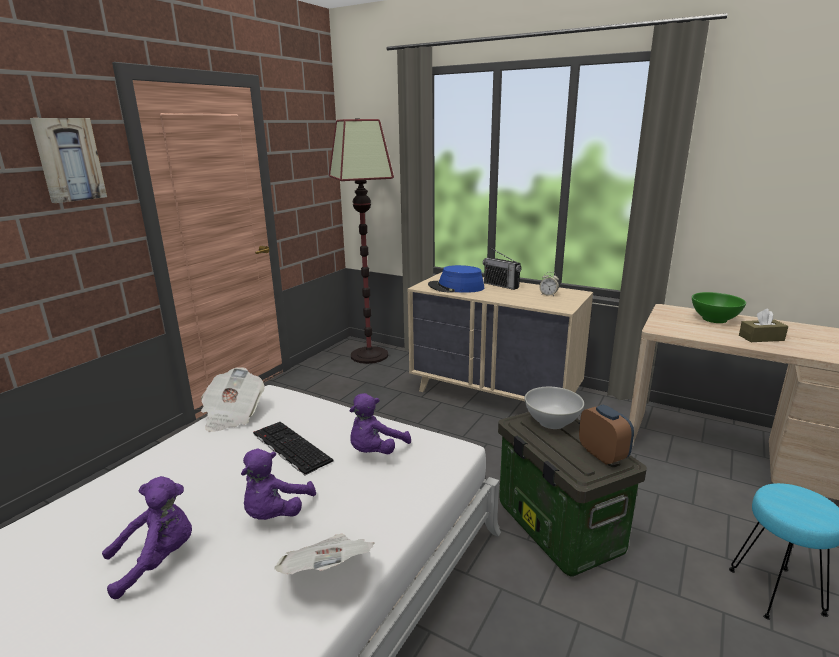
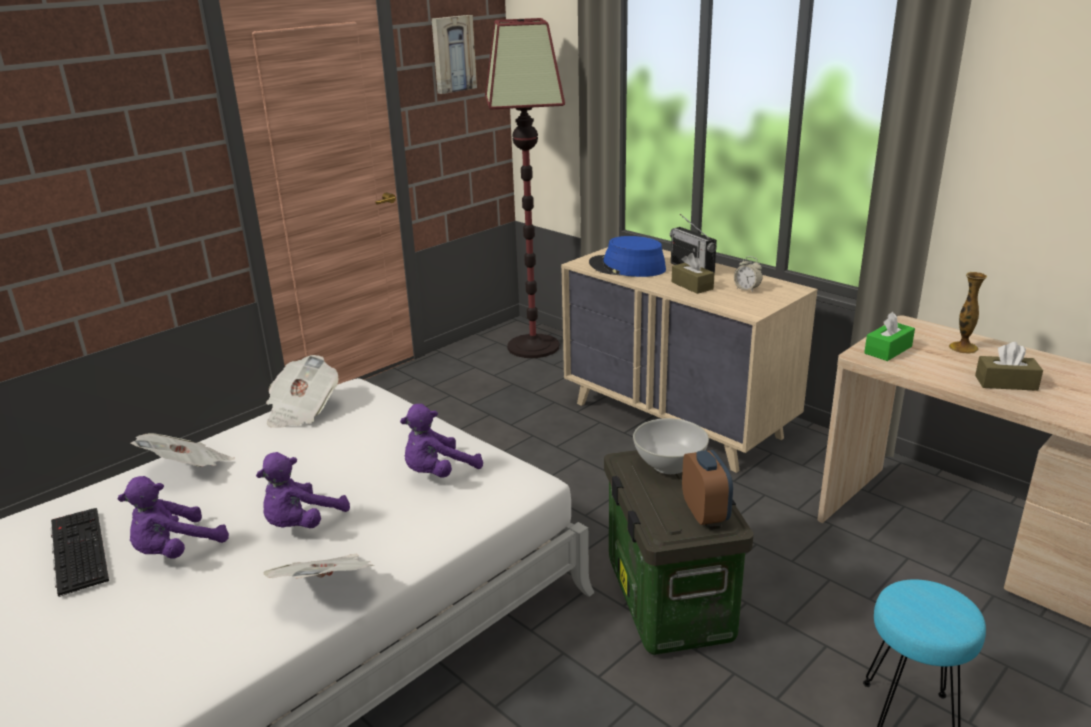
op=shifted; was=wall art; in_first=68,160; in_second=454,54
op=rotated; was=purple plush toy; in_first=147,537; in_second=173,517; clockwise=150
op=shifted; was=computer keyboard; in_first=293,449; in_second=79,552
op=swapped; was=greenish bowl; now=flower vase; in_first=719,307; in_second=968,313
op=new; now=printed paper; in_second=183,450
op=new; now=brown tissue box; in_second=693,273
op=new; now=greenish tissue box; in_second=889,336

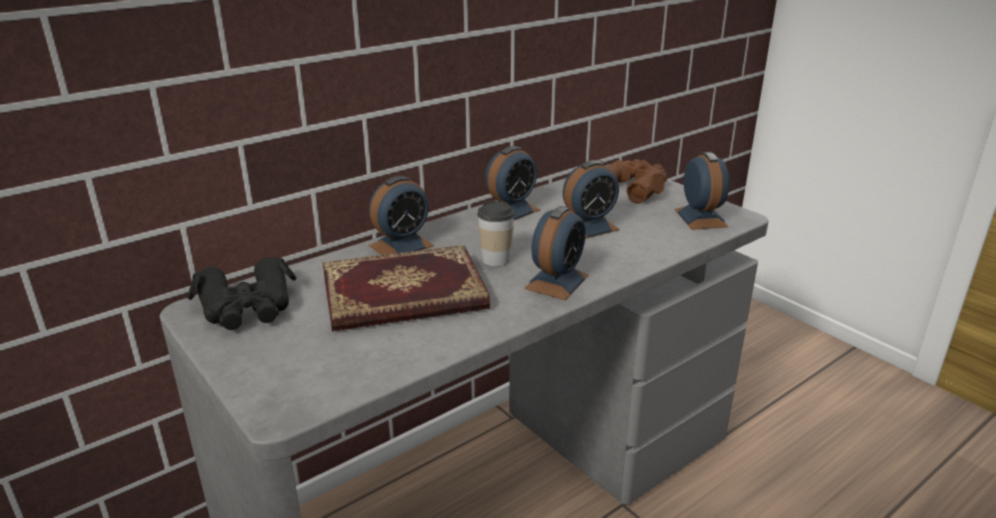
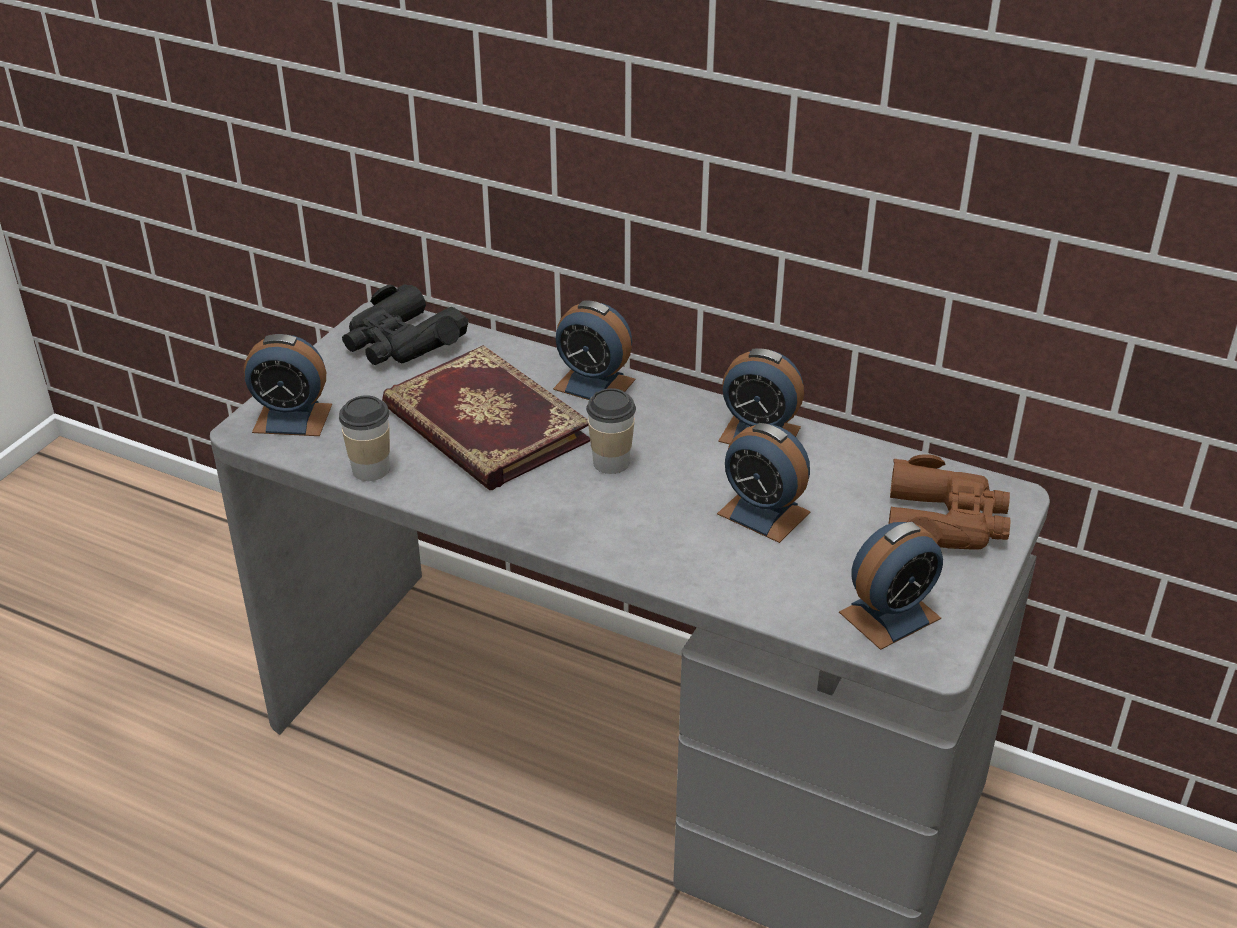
op=shifted; was=bedside clock; in_first=556,253; in_second=288,385
op=new; now=drinking cup; in_second=364,438

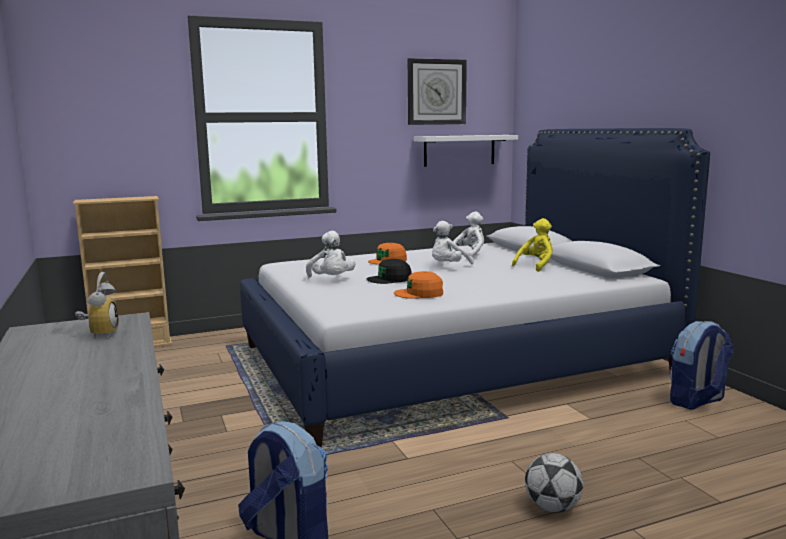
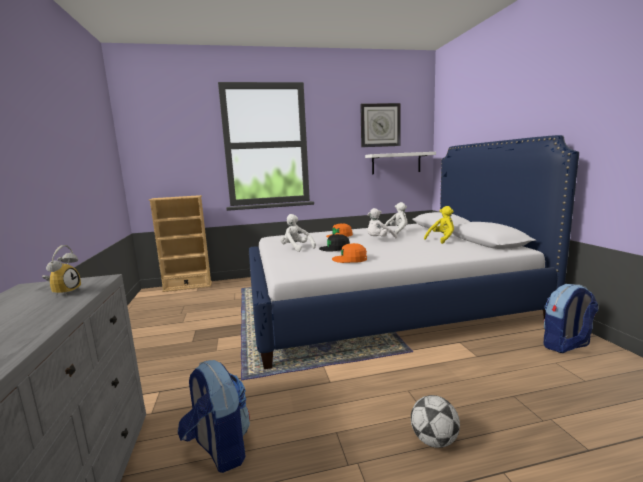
op=rotated; was=whitish plush toy; in_first=331,254; in_second=298,233; clockwise=150

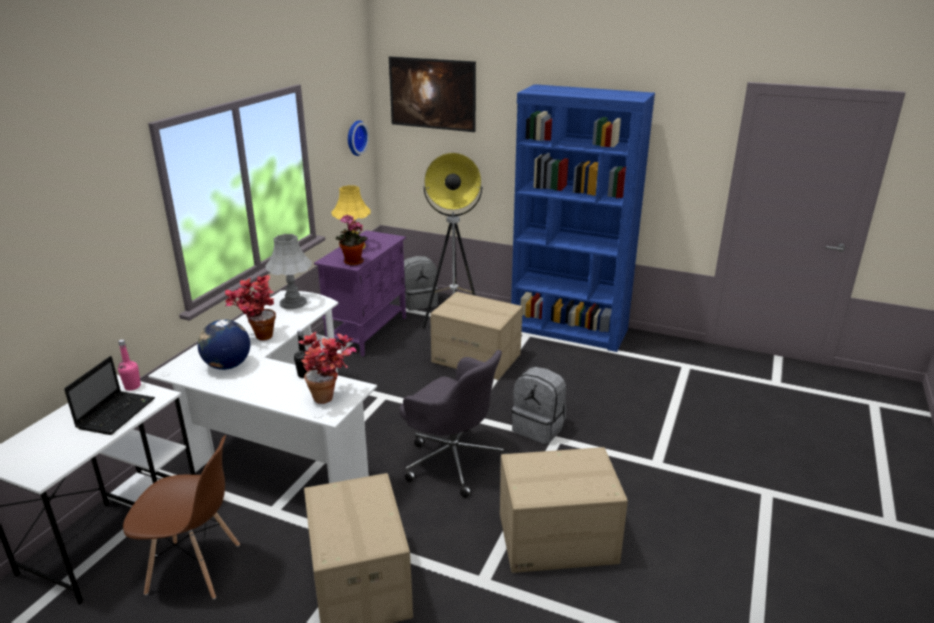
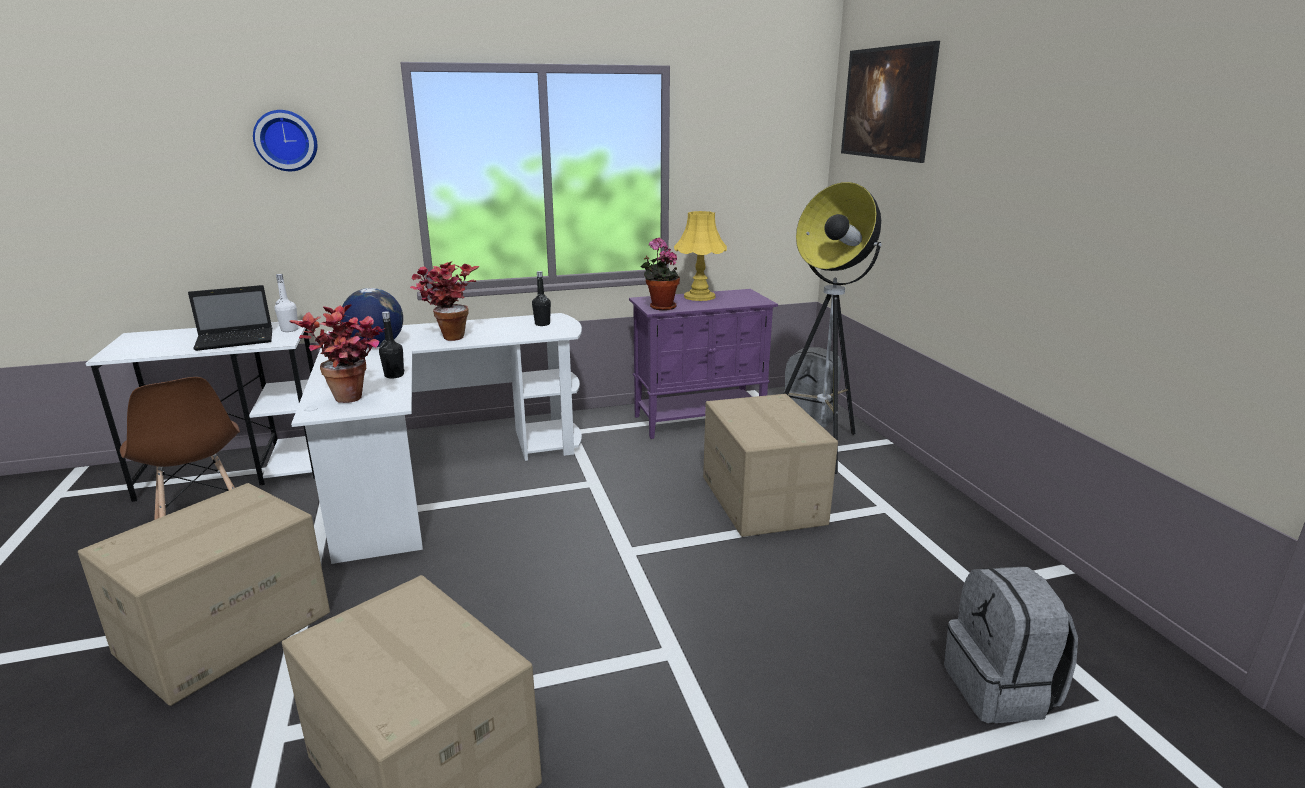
op=repainted; was=pink-coloured bottle; now=whitish bottle; in_first=129,364; in_second=286,303
op=swapped; was=gray lamp for a table; now=black-coloured bottle; in_first=288,271; in_second=541,298
op=shifted; was=hanging clock; in_first=358,138; in_second=285,140
op=gone; was=gray office chair; in_first=454,424
op=gone; was=bluish bookcase; in_first=583,218
op=shifted; was=gray knapsack; in_first=539,405; in_second=1011,645

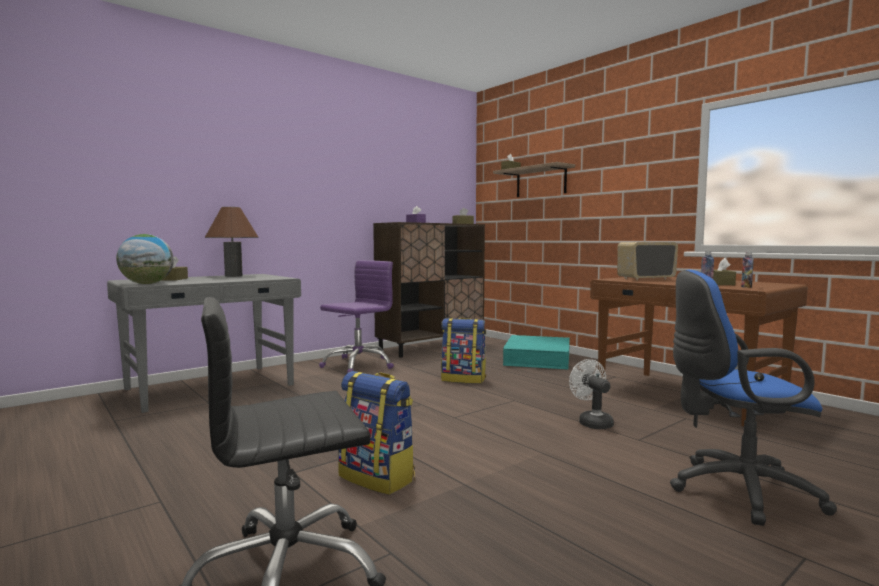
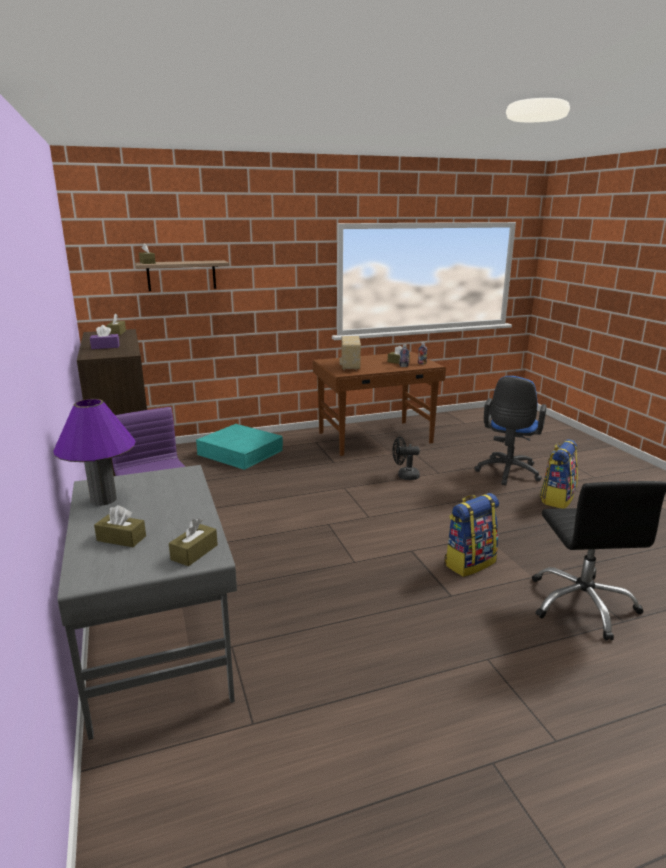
op=swapped; was=desk globe; now=brown tissue box; in_first=145,259; in_second=193,542
op=repainted; was=brown lamp for a table; now=purple lamp for a table; in_first=231,242; in_second=94,452
op=shifted; was=knapsack; in_first=463,351; in_second=559,474
op=repainted; was=whitish electric fan; now=black-coloured electric fan; in_first=591,394; in_second=406,458

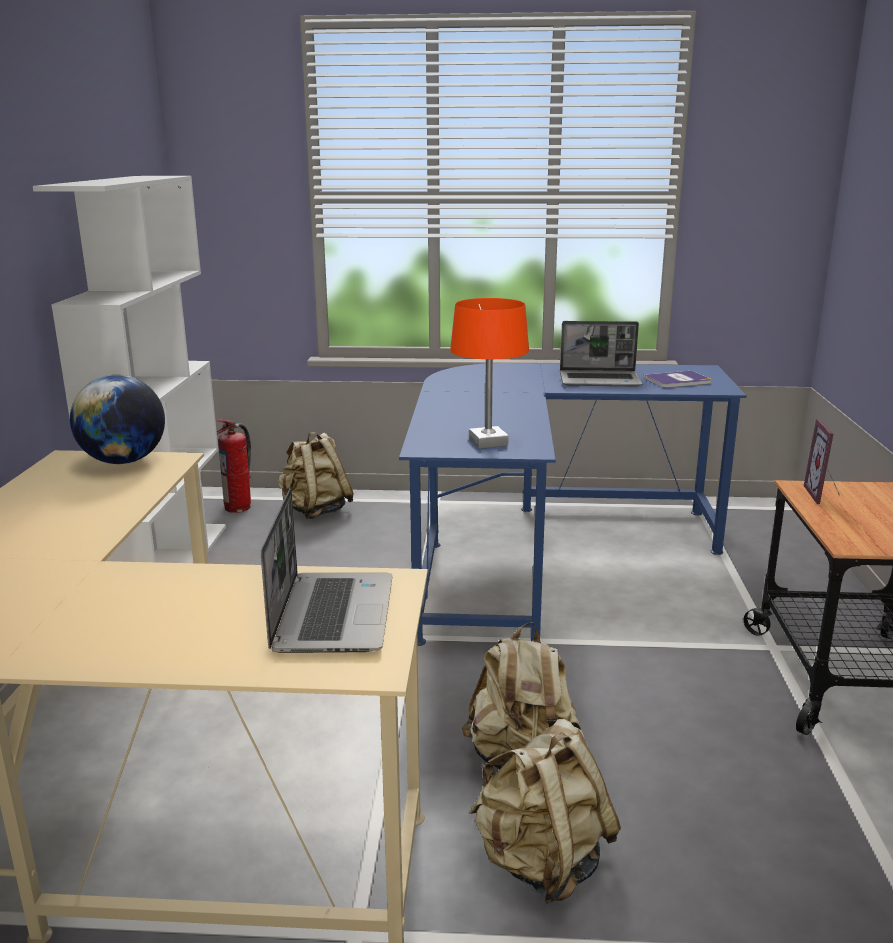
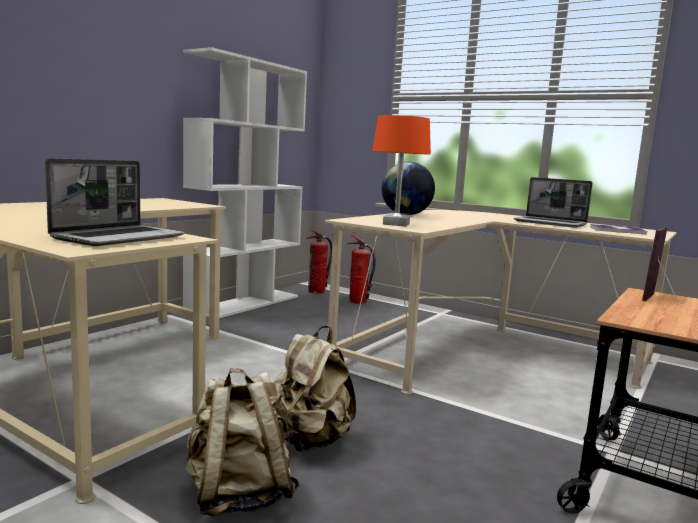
op=shifted; was=desk globe; in_first=117,419; in_second=408,188
op=swapped; was=beige-coloured knapsack; now=extinguisher; in_first=316,475; in_second=362,269
op=repainted; was=bluish desk table; now=beige-coloured desk table; in_first=573,504; in_second=501,302

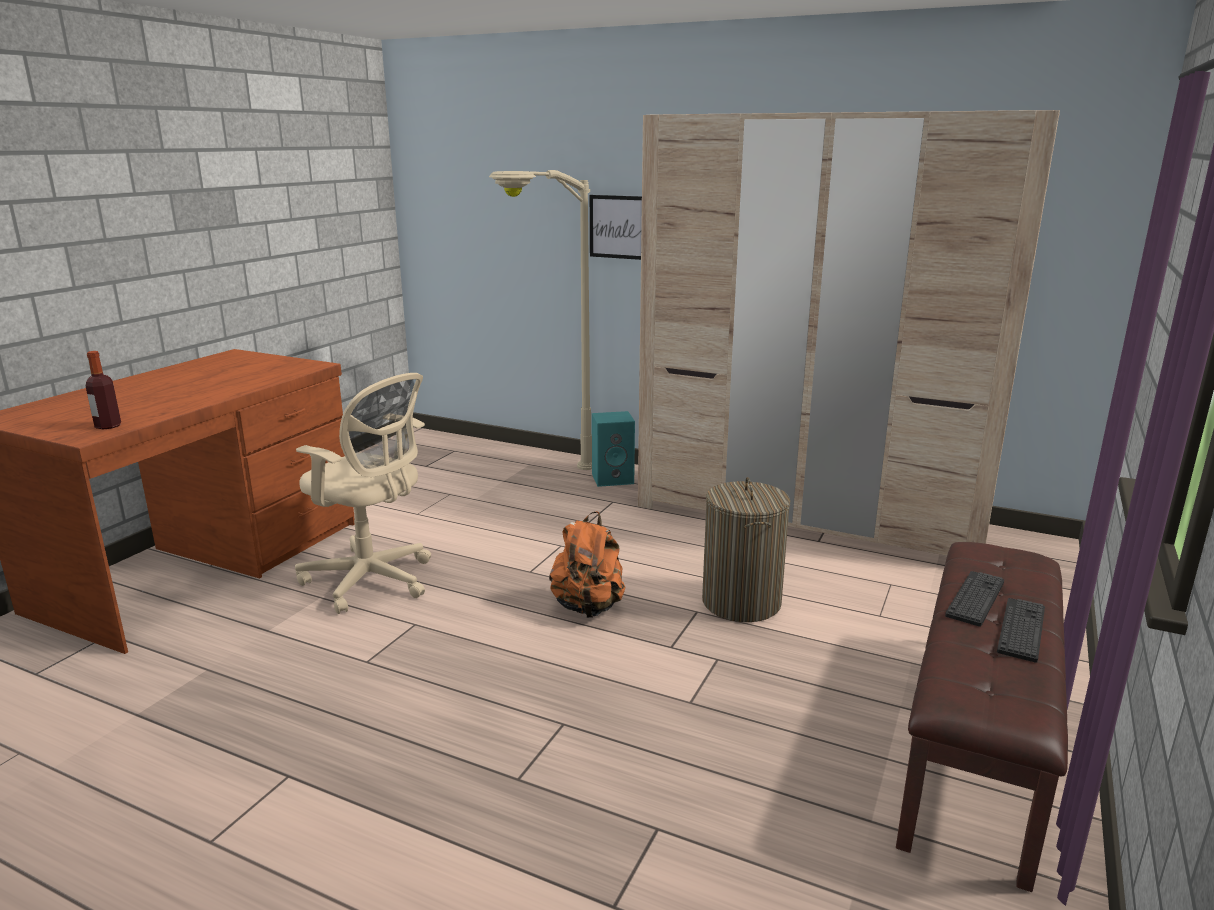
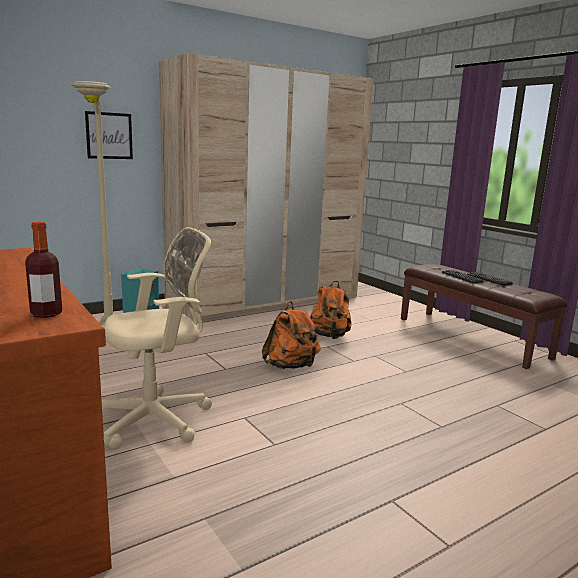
op=swapped; was=hamper; now=orange-coloured knapsack; in_first=746,549; in_second=331,310

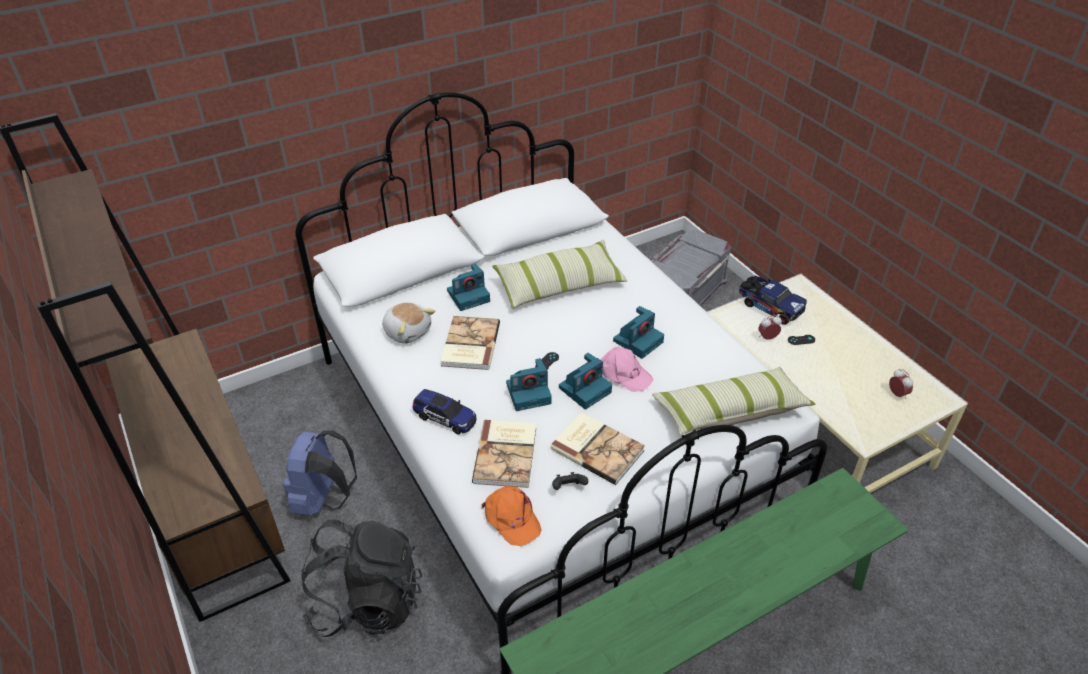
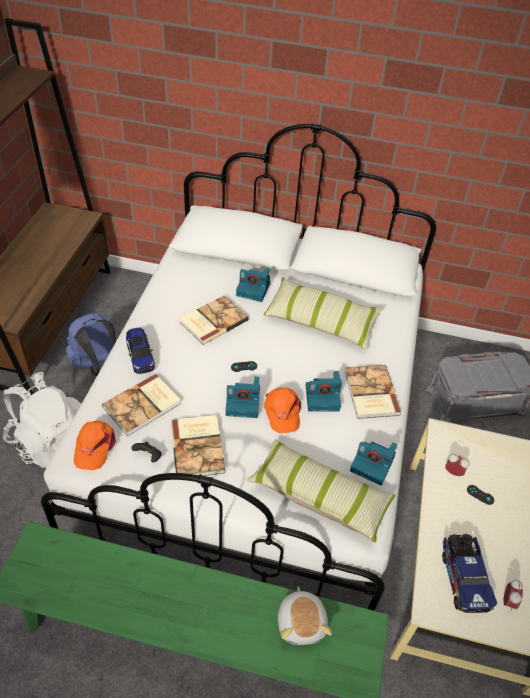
op=repainted; was=black-coloured knapsack; now=whitish knapsack; in_first=361,578; in_second=42,420
op=shifted; was=plush toy; in_first=408,323; in_second=305,615
op=shifted; was=still camera; in_first=529,384; in_second=373,463
op=repainted; was=pink-coloured cap; now=orange-coloured cap; in_first=627,369; in_second=282,410
op=shifted; was=toy truck; in_first=773,300; in_second=469,573
op=new; now=bound book; in_second=373,392

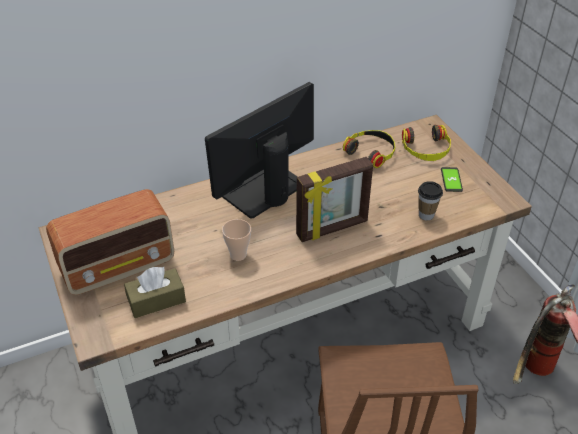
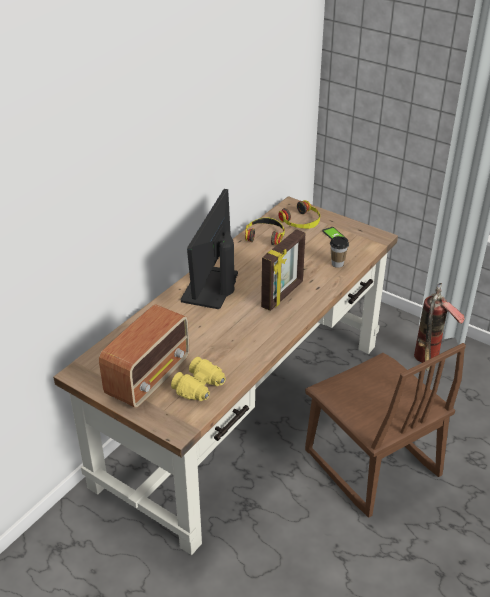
op=swapped; was=brown tissue box; now=yellow-coloured binoculars; in_first=155,292; in_second=198,379
op=gone; was=drinking cup; in_first=236,240

